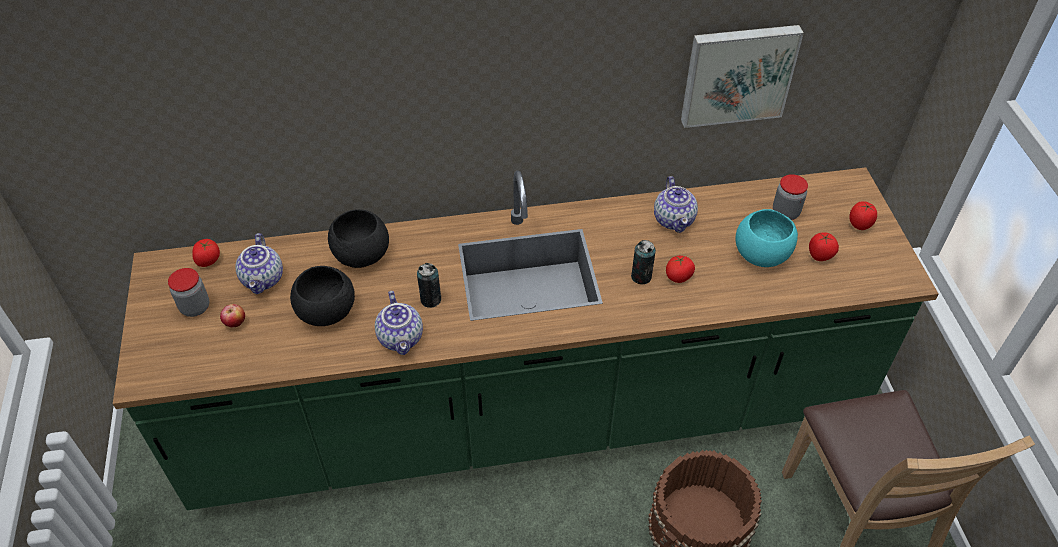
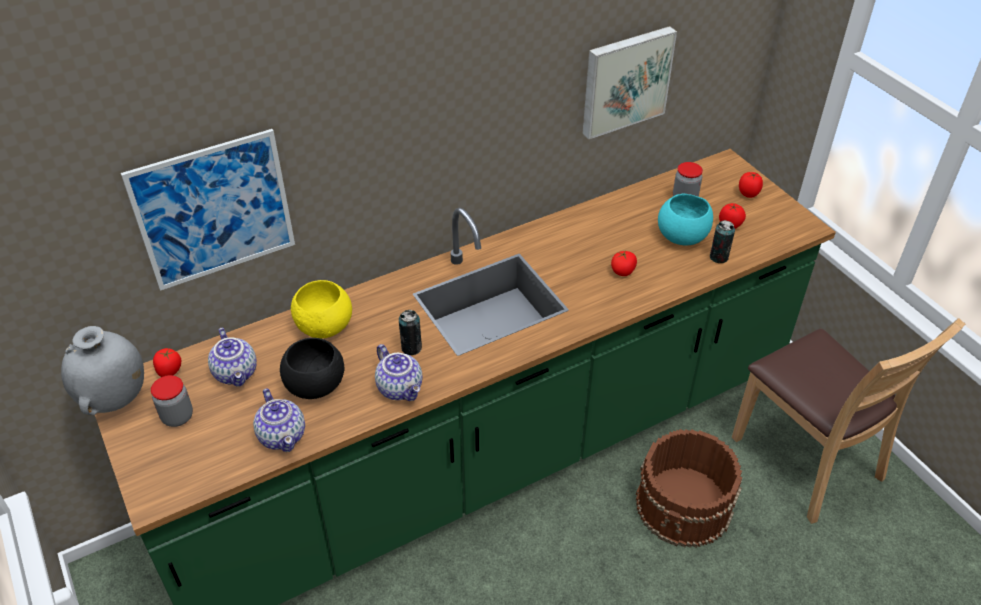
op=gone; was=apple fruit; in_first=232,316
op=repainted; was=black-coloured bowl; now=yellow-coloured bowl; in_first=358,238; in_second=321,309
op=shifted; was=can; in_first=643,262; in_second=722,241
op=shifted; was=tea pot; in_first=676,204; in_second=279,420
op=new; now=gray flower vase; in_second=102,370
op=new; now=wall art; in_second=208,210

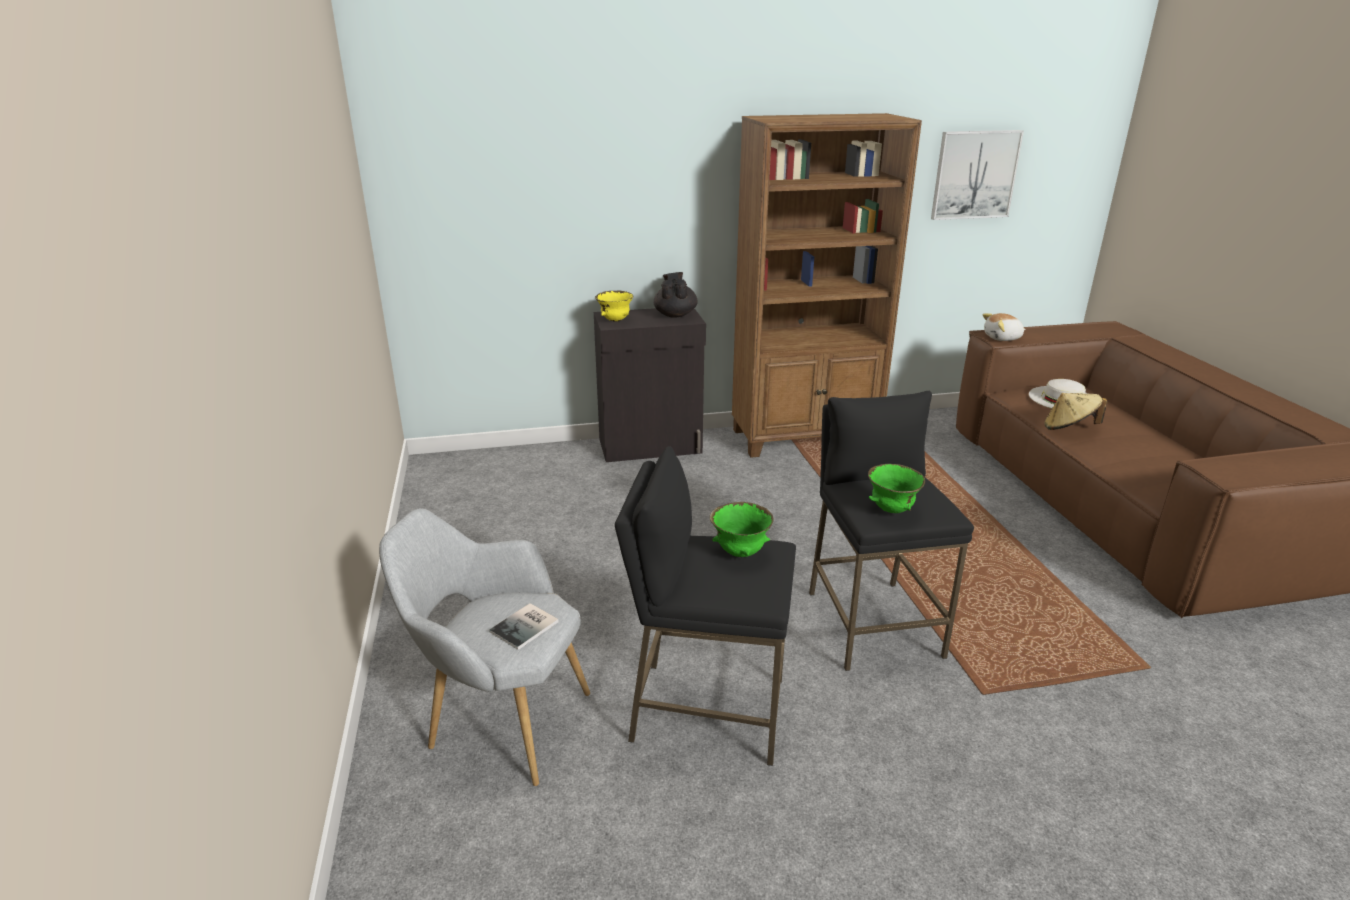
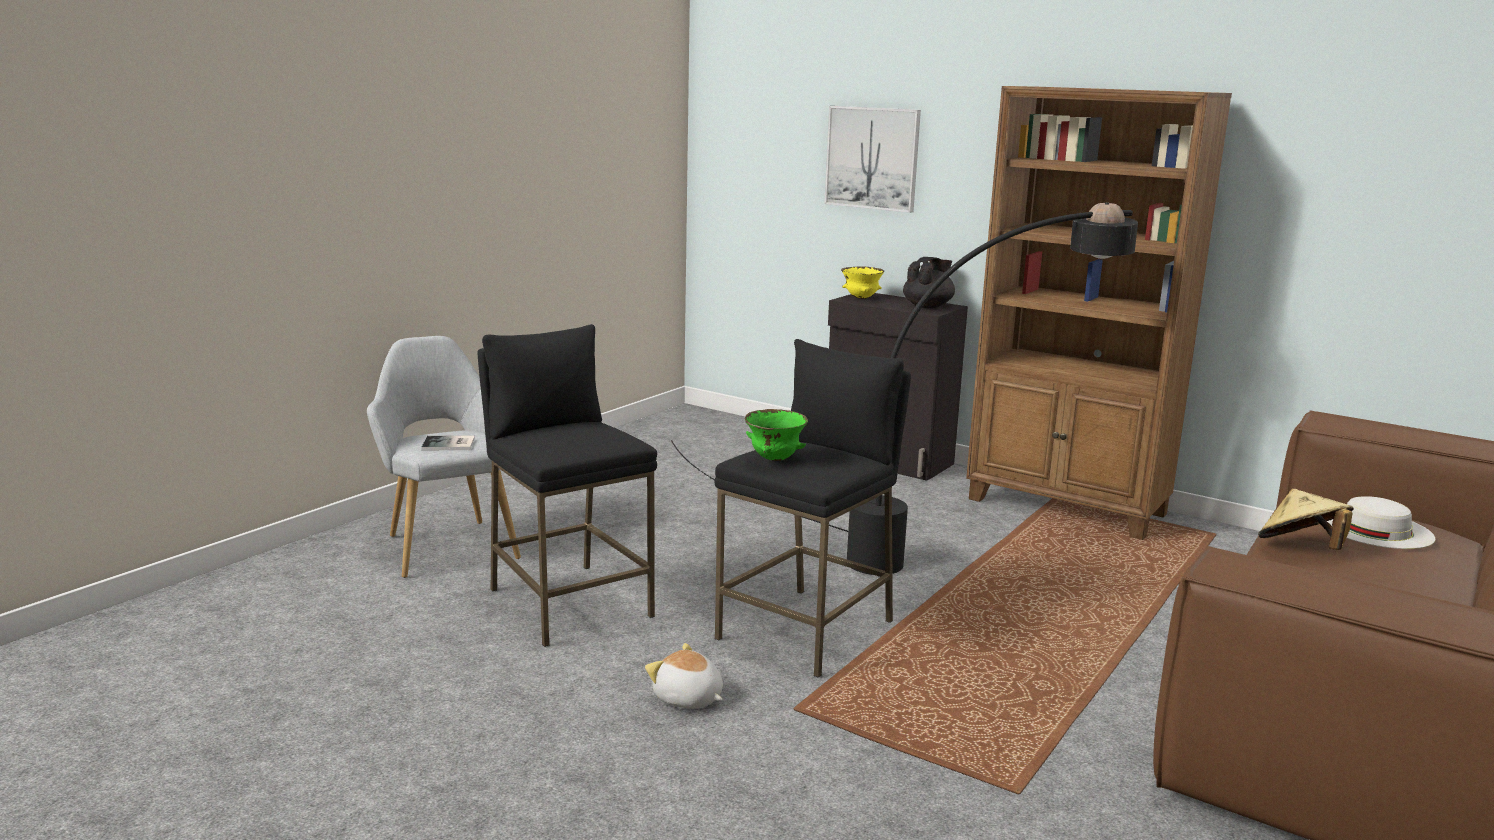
op=gone; was=greenish bowl; in_first=742,529
op=shifted; was=wall art; in_first=977,175; in_second=872,159
op=shifted; was=plush toy; in_first=1004,327; in_second=684,676
op=new; now=black-coloured standard lamp; in_second=904,388

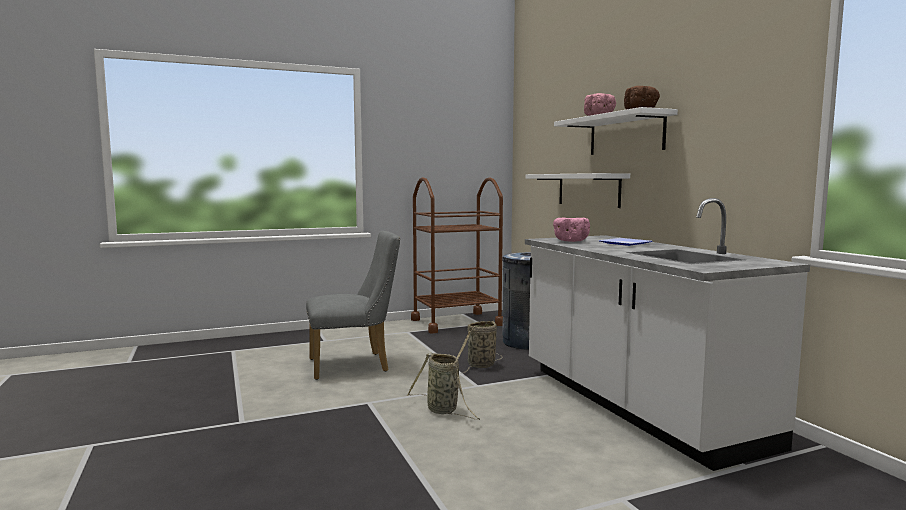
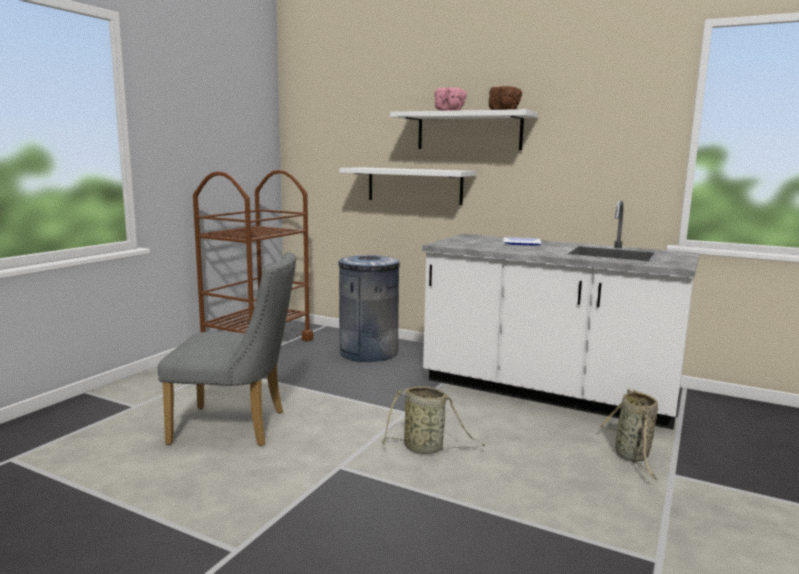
op=rotated; was=gray plain chair; in_first=353,305; in_second=227,349; clockwise=60
op=shifted; was=storage basket; in_first=479,347; in_second=628,434
op=gone; was=pink-coloured bowl; in_first=571,230

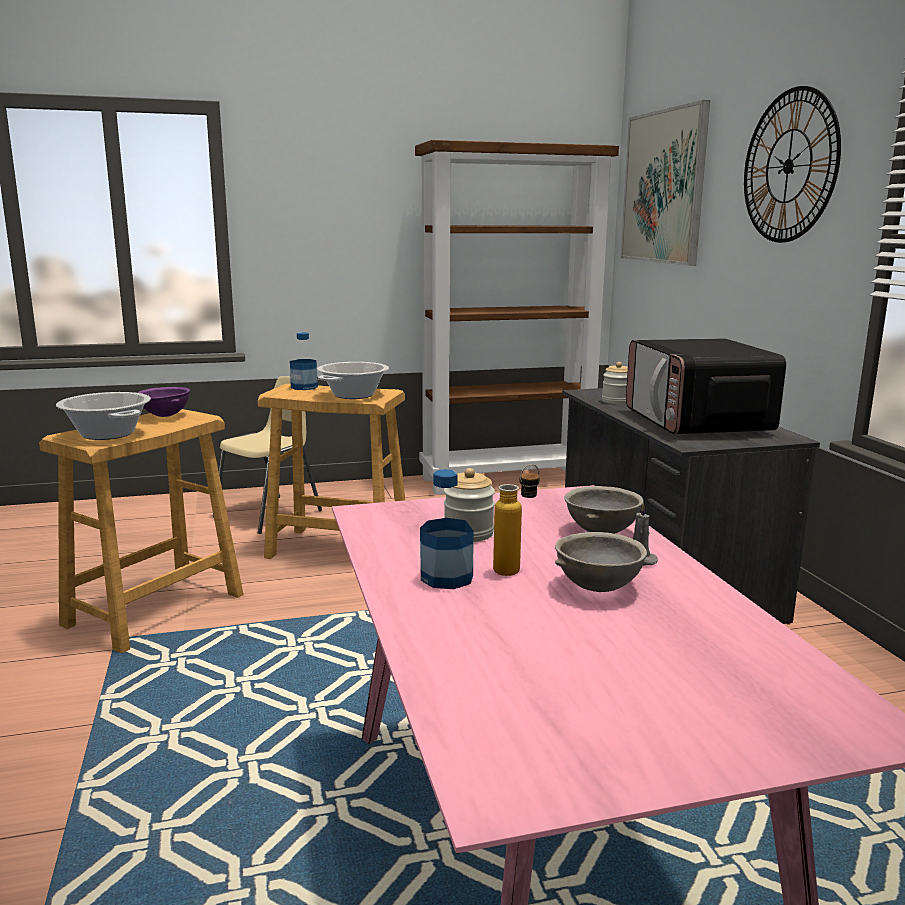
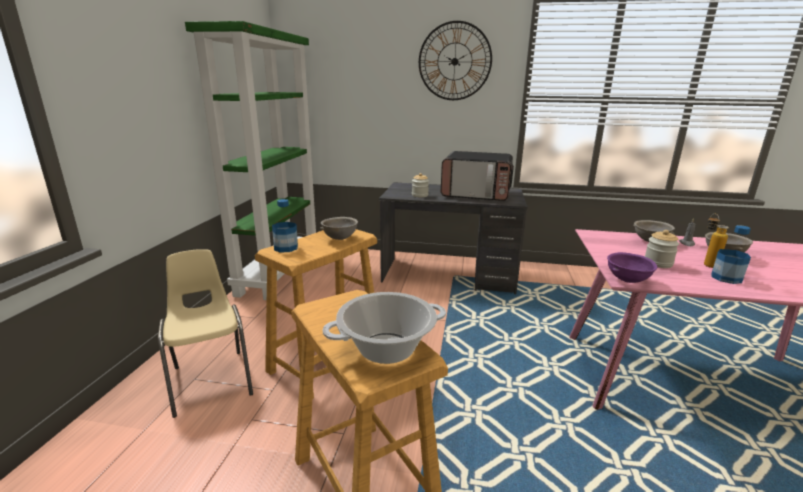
op=shifted; was=purple bowl; in_first=163,402; in_second=632,267
op=swapped; was=saucepot; now=gray bowl; in_first=353,380; in_second=339,228
op=repainted; was=brown bookcase; now=greenish bookcase; in_first=517,317; in_second=250,160
op=gone; was=wall art; in_first=665,183

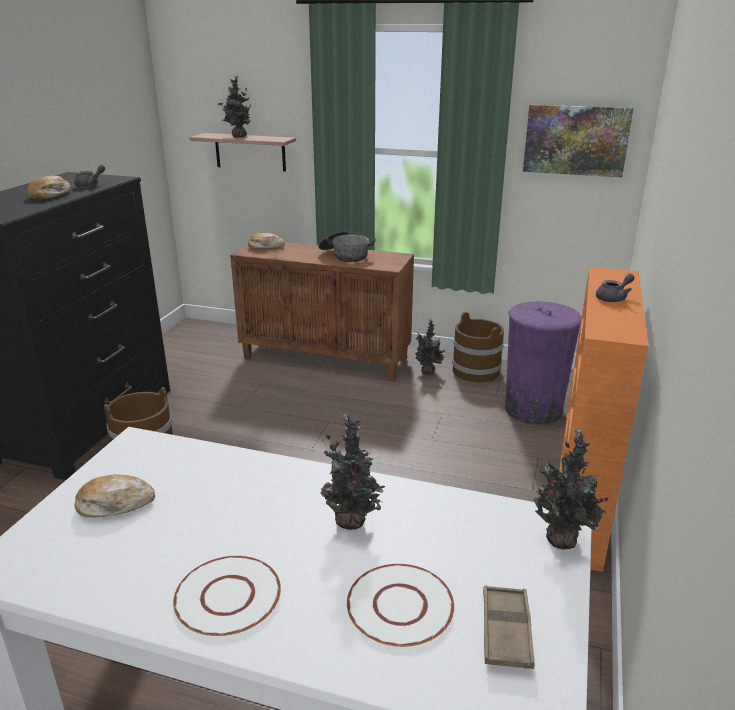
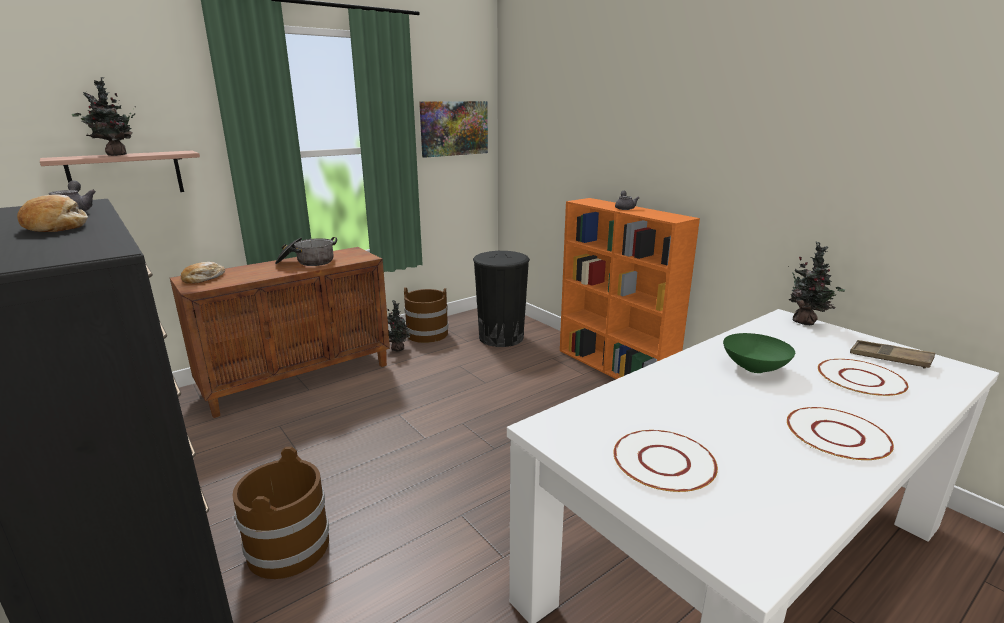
op=swapped; was=bakery bread; now=whitish flat dish; in_first=114,496; in_second=665,461
op=swapped; was=houseplant; now=greenish bowl; in_first=353,471; in_second=759,353
op=repainted; was=purple waste bin; now=black-coloured waste bin; in_first=543,363; in_second=501,299

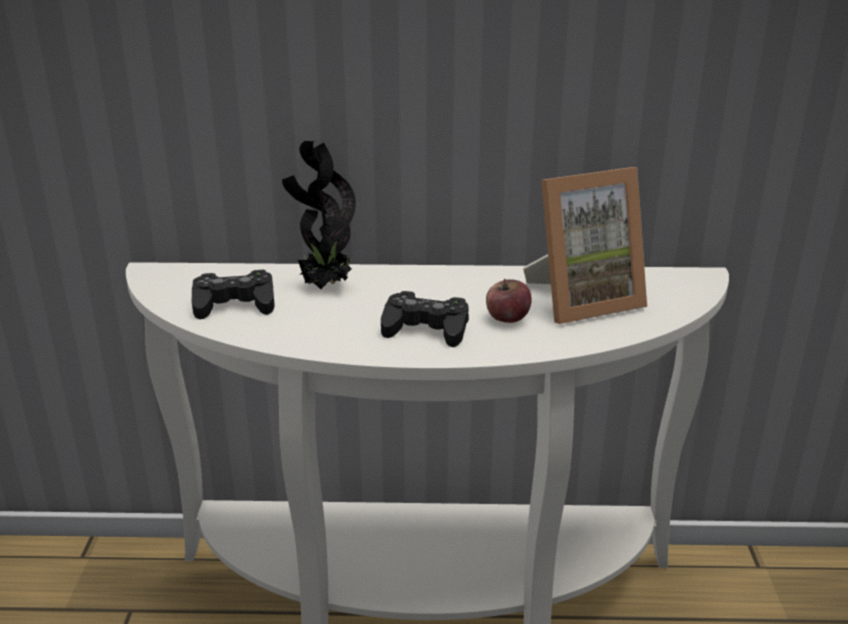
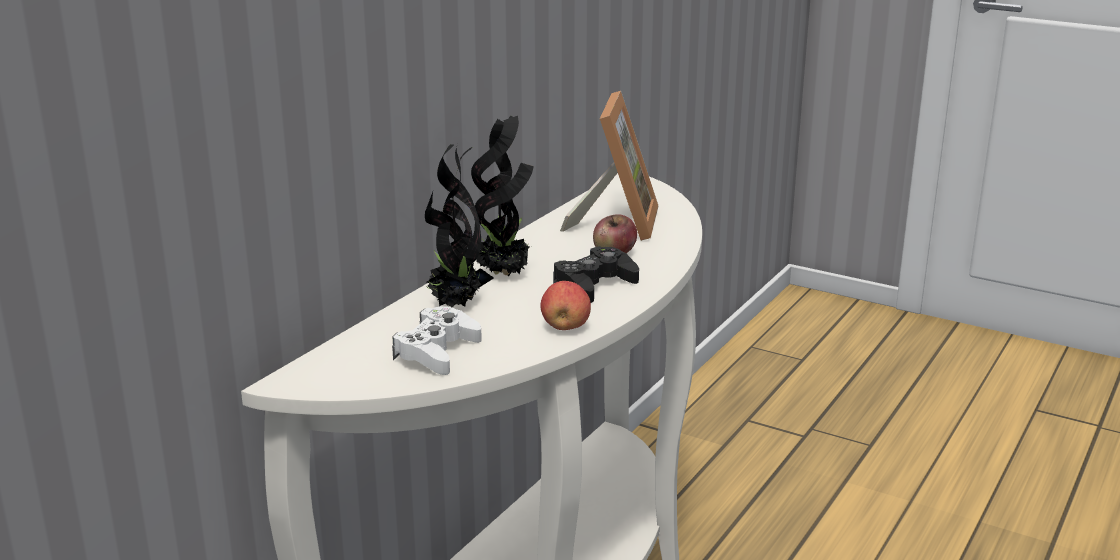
op=repainted; was=black-coloured joypad; now=whitish joypad; in_first=233,294; in_second=437,340
op=new; now=houseplant; in_second=502,196
op=new; now=apple fruit; in_second=565,305

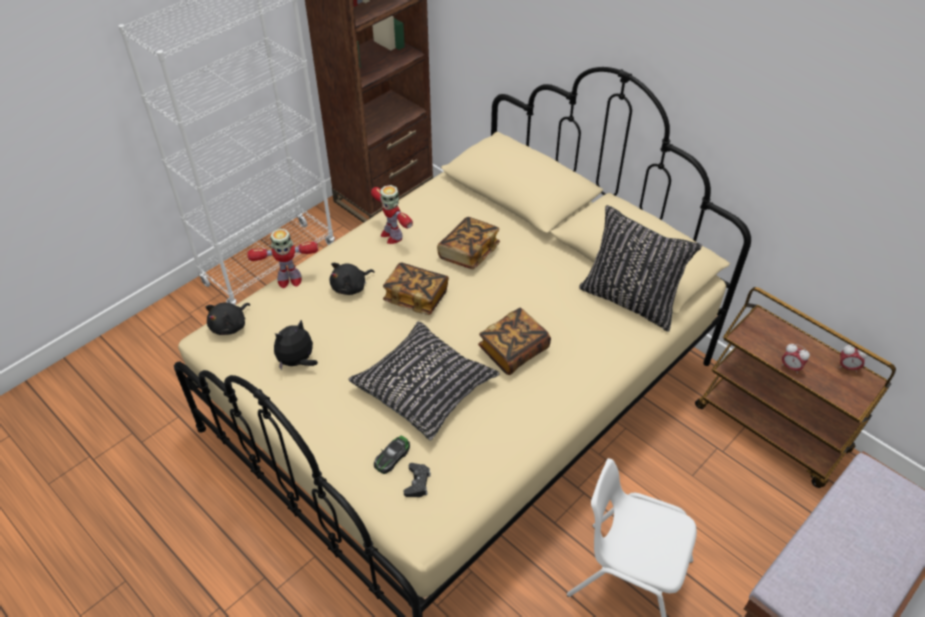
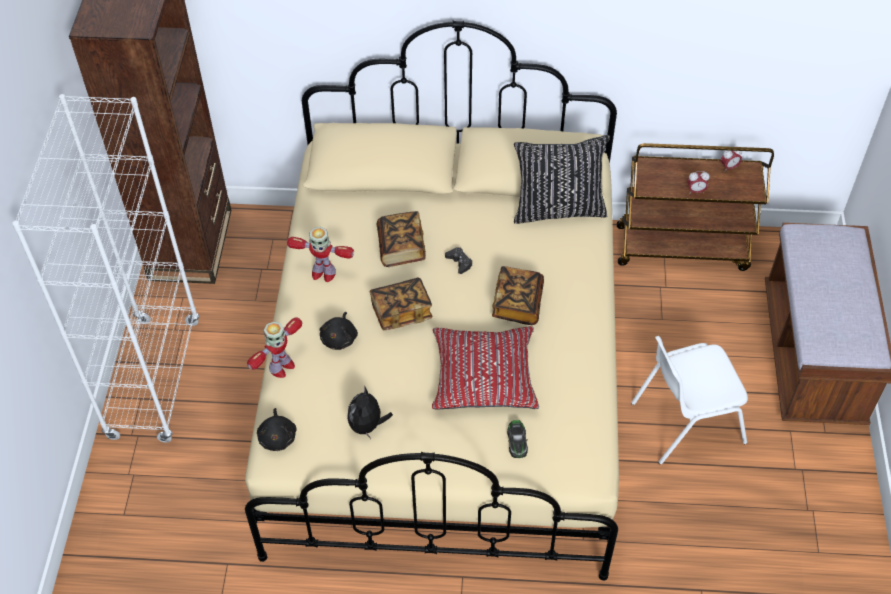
op=repainted; was=black-coloured cushion; now=reddish cushion; in_first=424,381; in_second=485,367
op=shifted; was=black-coloured joypad; in_first=417,480; in_second=459,260

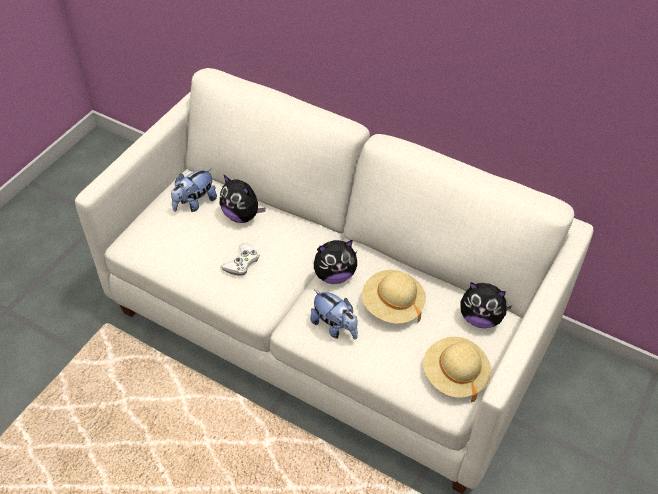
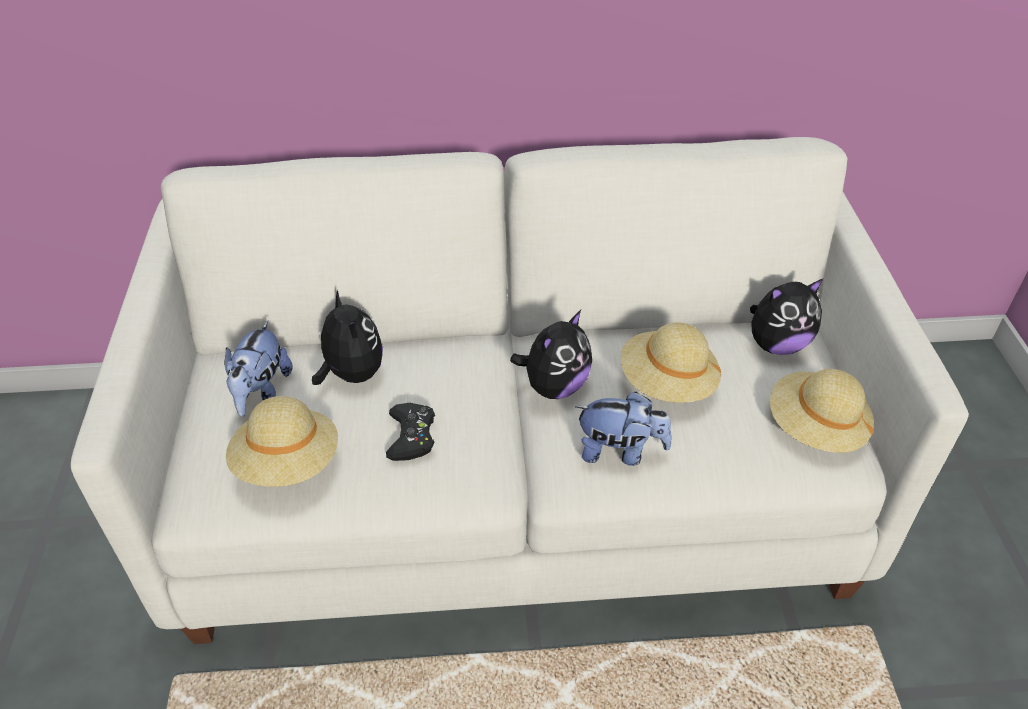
op=rotated; was=plush toy; in_first=243,198; in_second=347,337; clockwise=-120
op=repainted; was=whitish joypad; now=black-coloured joypad; in_first=240,259; in_second=410,432
op=new; now=beige-coloured wearable hat; in_second=282,441

